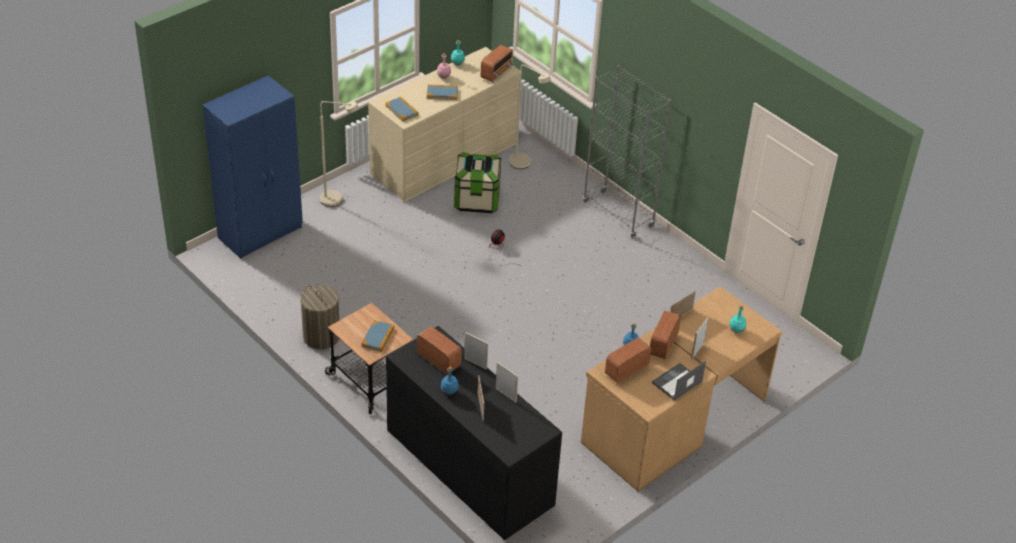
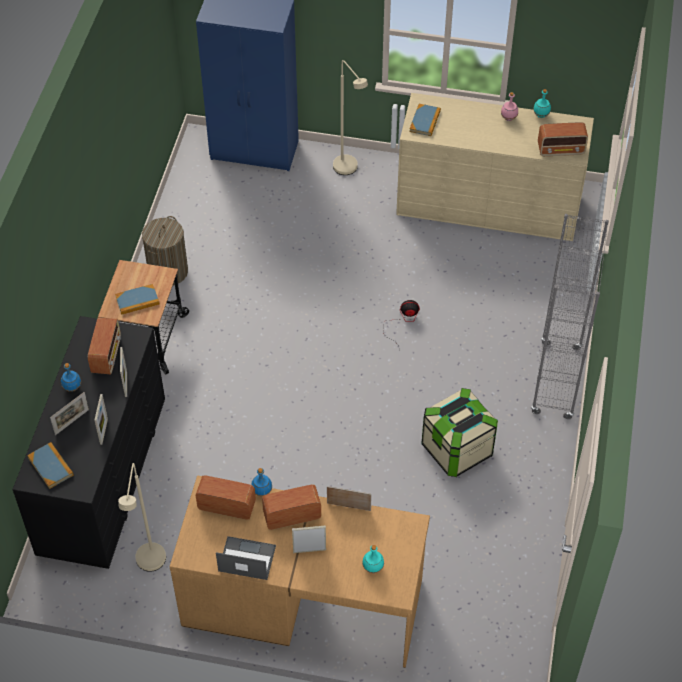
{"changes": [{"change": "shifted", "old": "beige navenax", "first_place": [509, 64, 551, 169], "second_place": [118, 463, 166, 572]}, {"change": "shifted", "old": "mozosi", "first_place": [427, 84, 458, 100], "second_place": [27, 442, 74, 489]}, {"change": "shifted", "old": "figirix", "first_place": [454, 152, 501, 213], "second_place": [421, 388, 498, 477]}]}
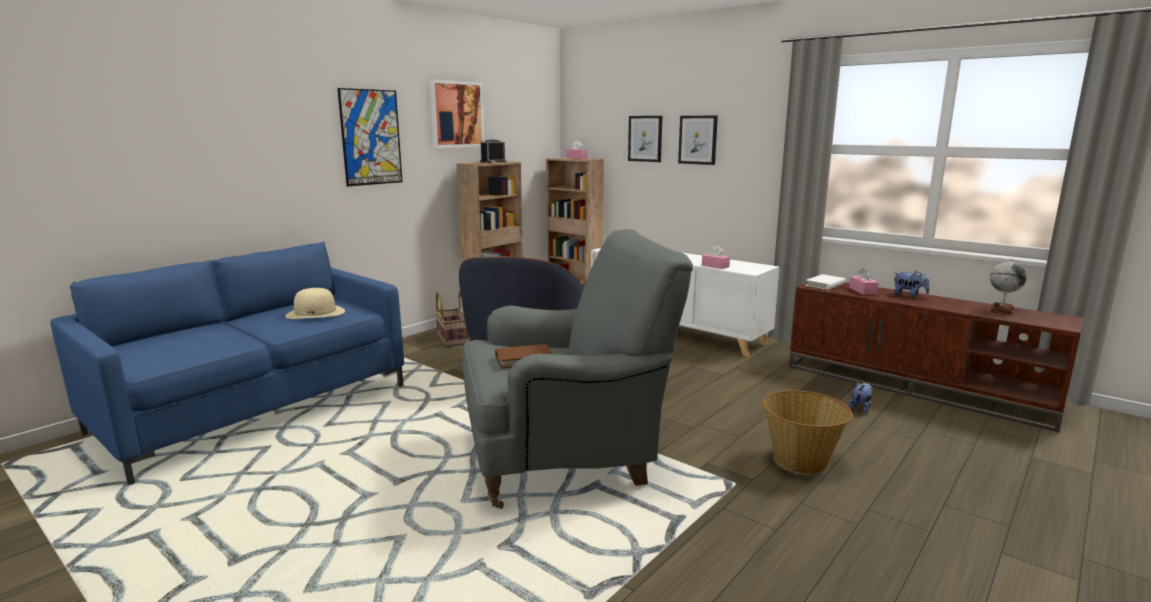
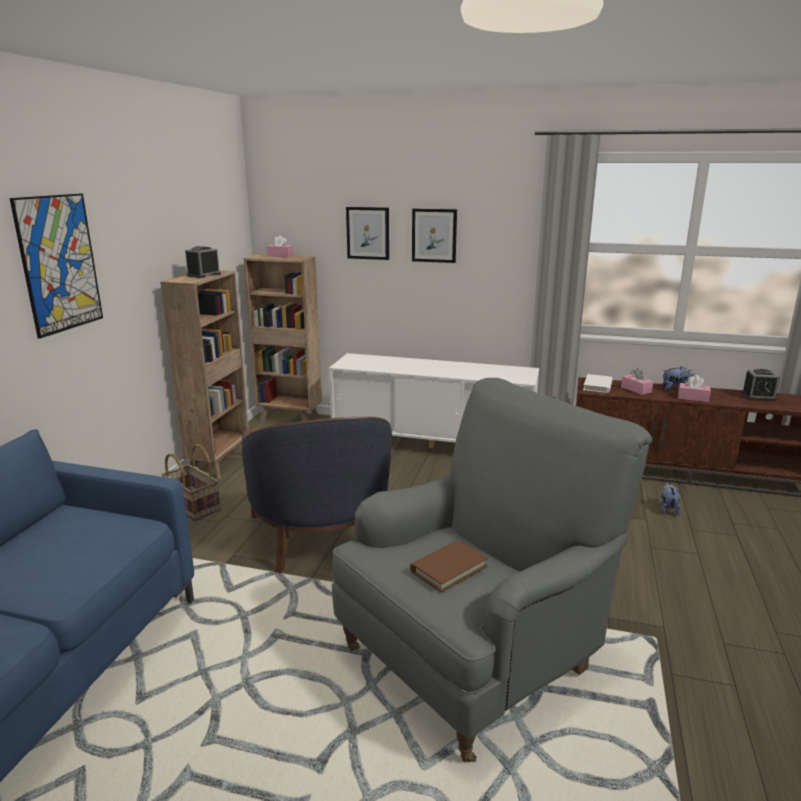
{"changes": [{"change": "gone", "old": "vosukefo", "first_place": [429, 79, 485, 148]}, {"change": "shifted", "old": "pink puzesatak", "first_place": [702, 245, 730, 269], "second_place": [678, 375, 711, 402]}, {"change": "swapped", "old": "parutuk", "new": "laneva", "first_place": [990, 259, 1027, 315], "second_place": [741, 369, 780, 401]}, {"change": "gone", "old": "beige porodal", "first_place": [285, 288, 345, 319]}, {"change": "gone", "old": "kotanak", "first_place": [762, 390, 853, 474]}]}
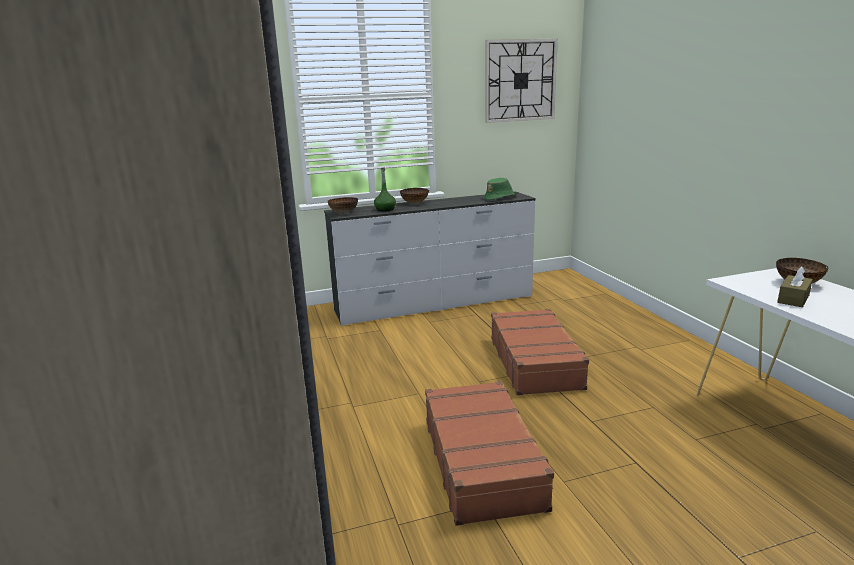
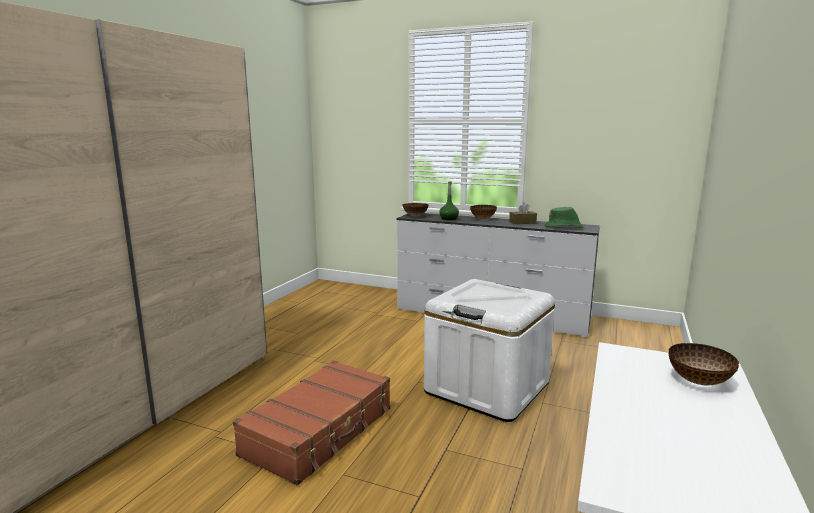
{"changes": [{"change": "gone", "old": "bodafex", "first_place": [485, 39, 558, 123]}, {"change": "shifted", "old": "brown puzesatak", "first_place": [777, 266, 813, 307], "second_place": [509, 203, 537, 224]}, {"change": "swapped", "old": "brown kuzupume", "new": "white figirix", "first_place": [491, 309, 589, 395], "second_place": [424, 279, 555, 422]}]}
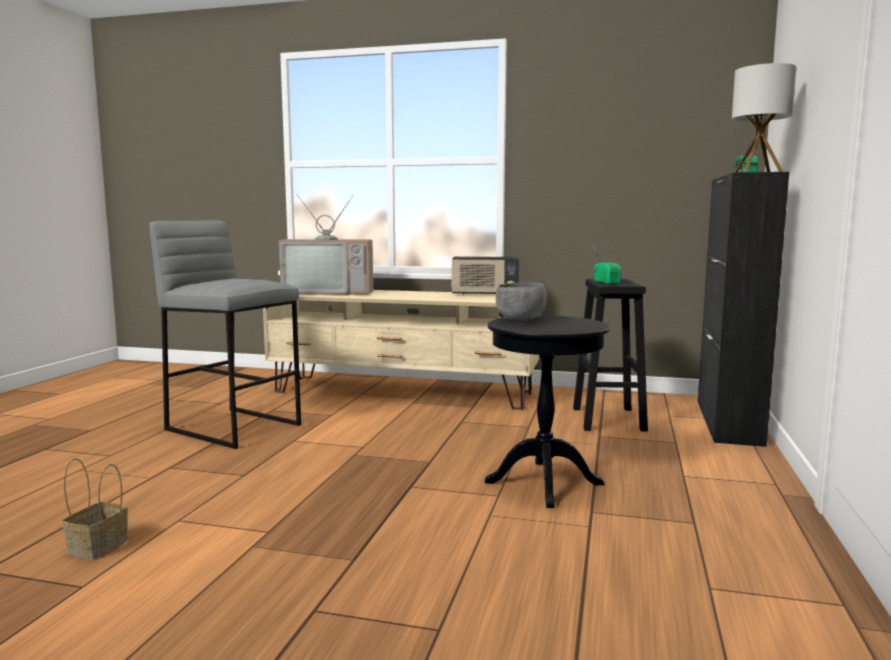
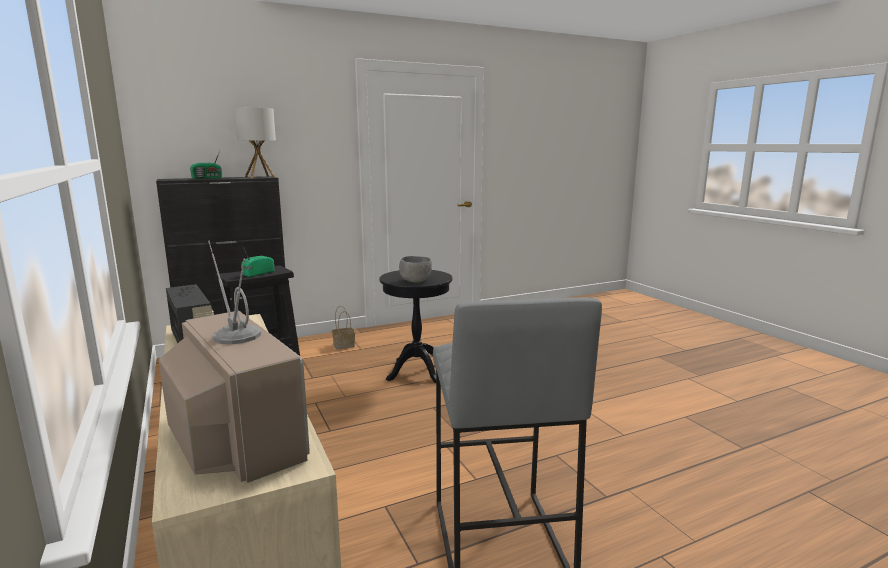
{"changes": [{"change": "shifted", "old": "kotanak", "first_place": [62, 458, 128, 560], "second_place": [332, 306, 355, 349]}]}
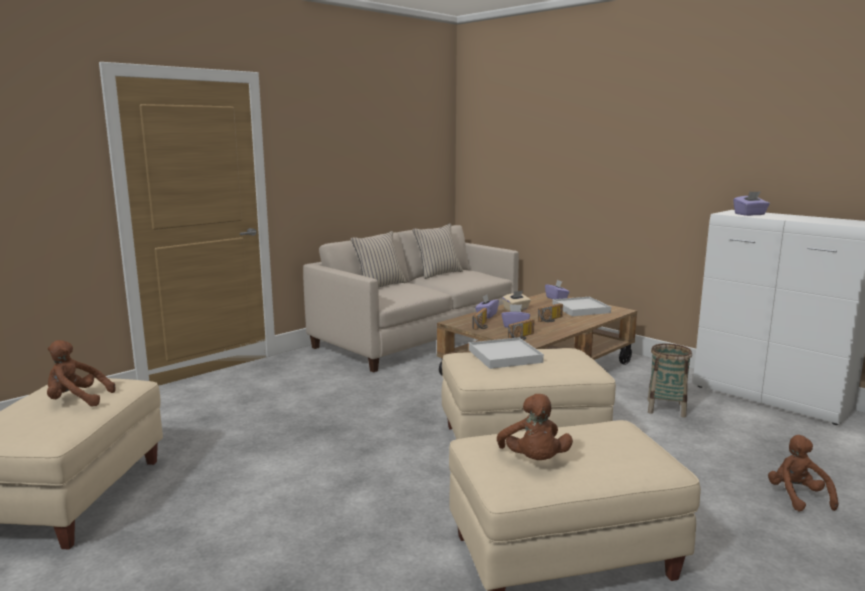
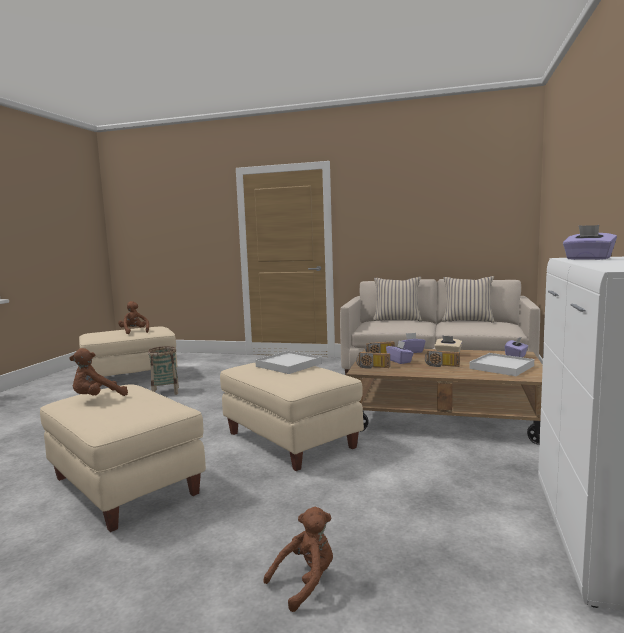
{"changes": [{"change": "shifted", "old": "kotanak", "first_place": [647, 343, 692, 417], "second_place": [148, 346, 179, 395]}]}
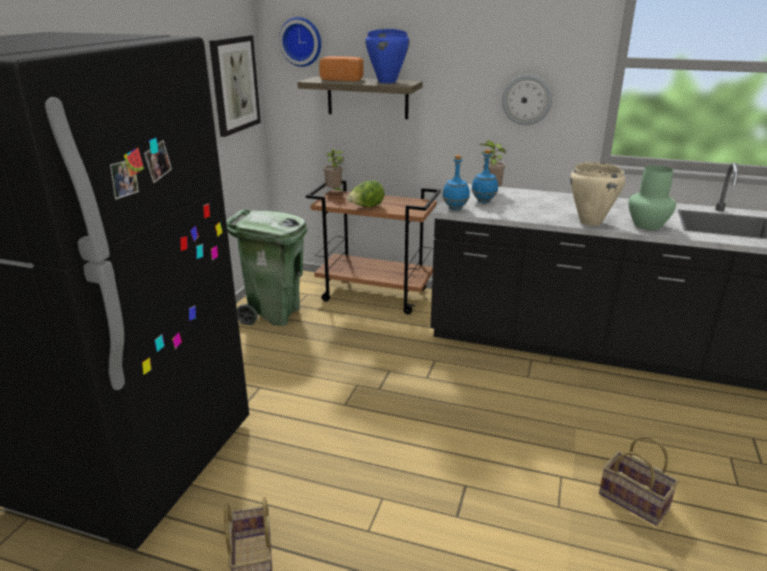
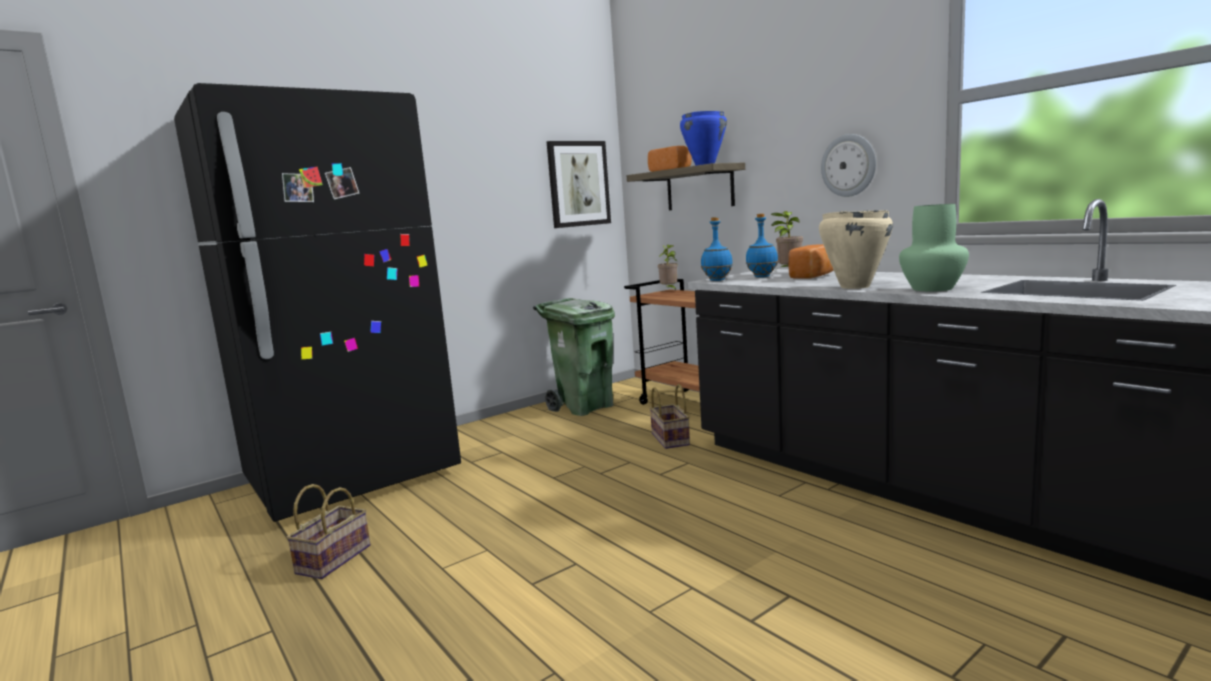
{"changes": [{"change": "gone", "old": "bodafex", "first_place": [279, 17, 321, 67]}, {"change": "gone", "old": "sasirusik", "first_place": [347, 180, 384, 207]}, {"change": "shifted", "old": "kotanak", "first_place": [599, 436, 679, 526], "second_place": [649, 384, 690, 449]}, {"change": "new", "new": "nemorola", "second_place": [788, 244, 833, 278]}]}
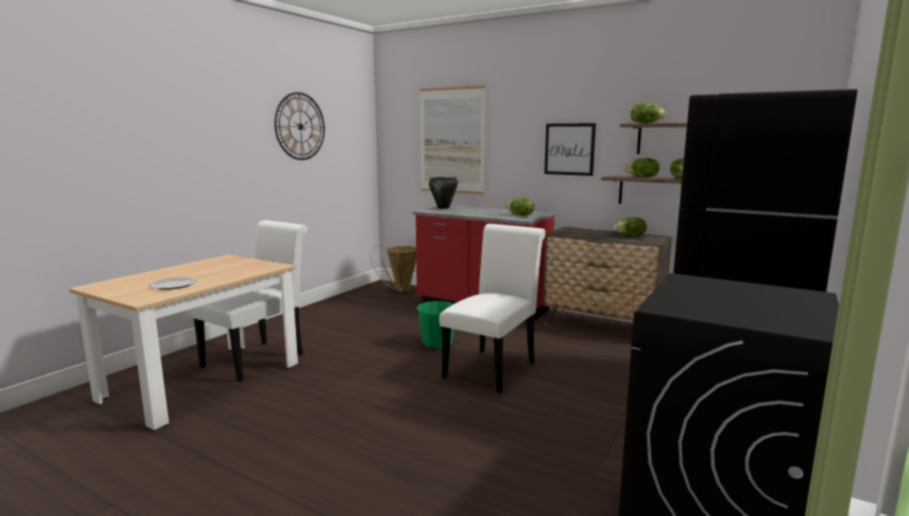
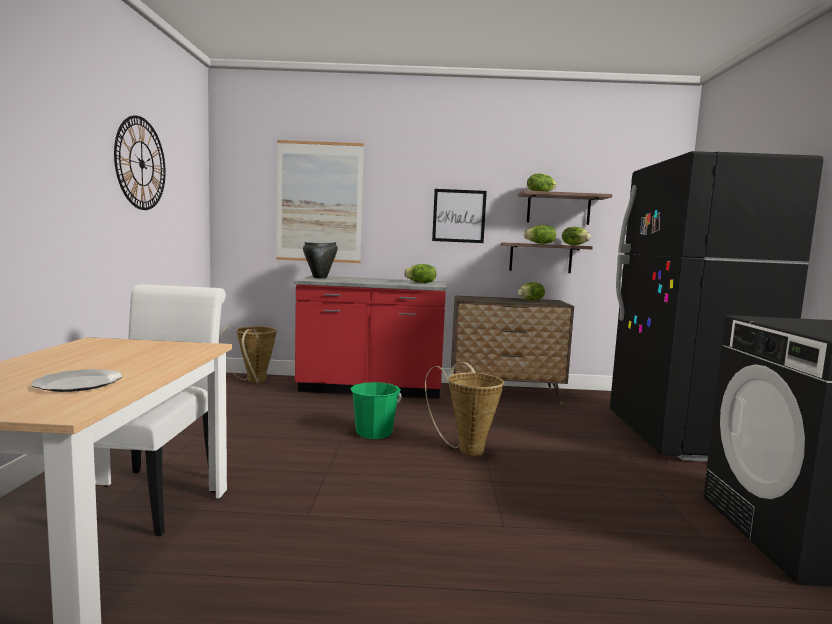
{"changes": [{"change": "swapped", "old": "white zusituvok", "new": "kotanak", "first_place": [439, 224, 546, 393], "second_place": [425, 362, 504, 456]}]}
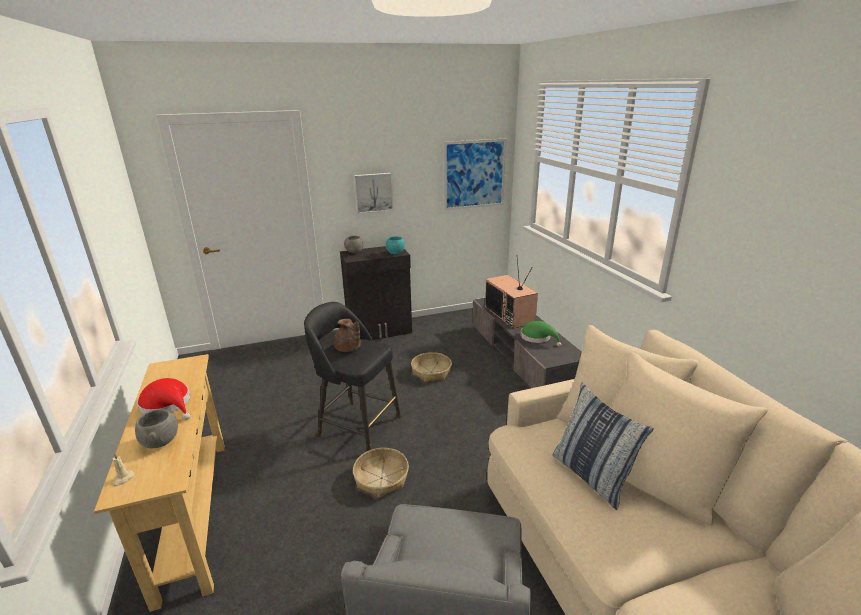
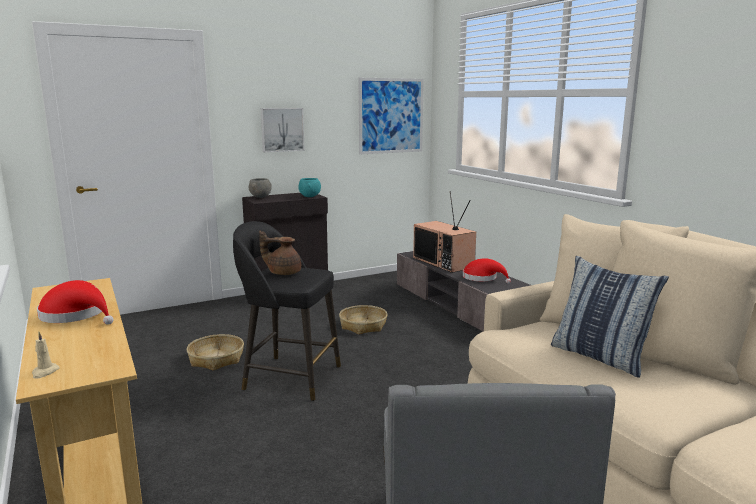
{"changes": [{"change": "rotated", "old": "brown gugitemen", "first_place": [334, 319, 361, 352], "second_place": [259, 231, 301, 275], "degrees": 150}, {"change": "repainted", "old": "green porodal", "new": "red porodal", "first_place": [520, 321, 561, 347], "second_place": [463, 258, 511, 284]}, {"change": "gone", "old": "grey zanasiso", "first_place": [135, 409, 178, 448]}, {"change": "shifted", "old": "kotanak", "first_place": [353, 448, 409, 498], "second_place": [187, 334, 244, 371]}]}
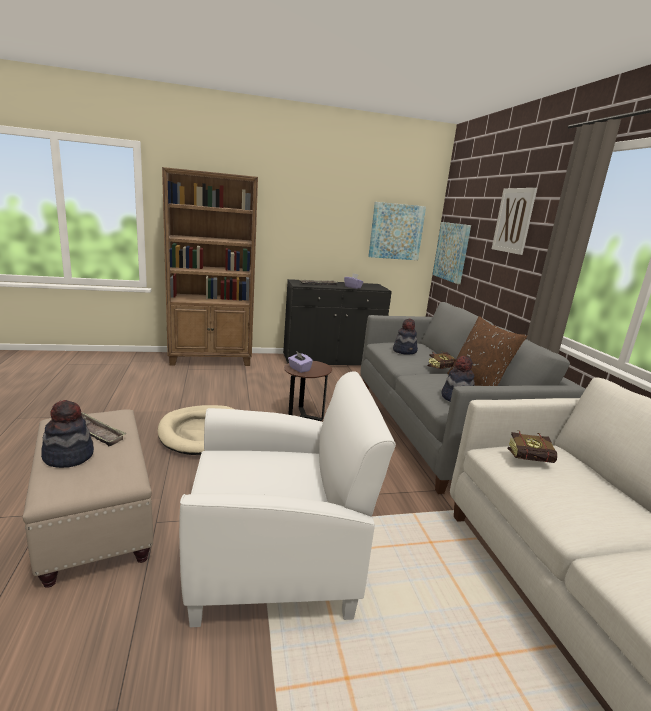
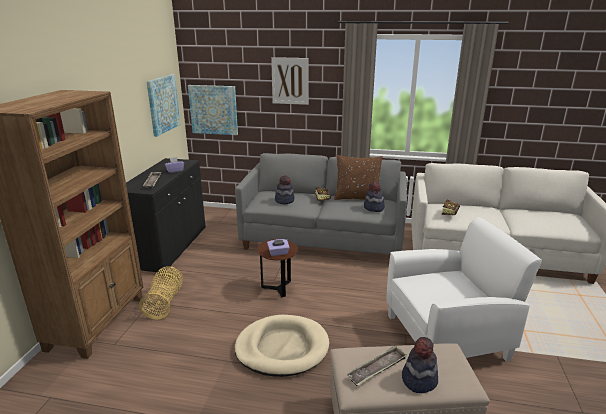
{"changes": [{"change": "rotated", "old": "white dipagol", "first_place": [179, 372, 396, 627], "second_place": [387, 217, 542, 362], "degrees": 60}, {"change": "new", "new": "kotanak", "second_place": [139, 266, 182, 320]}]}
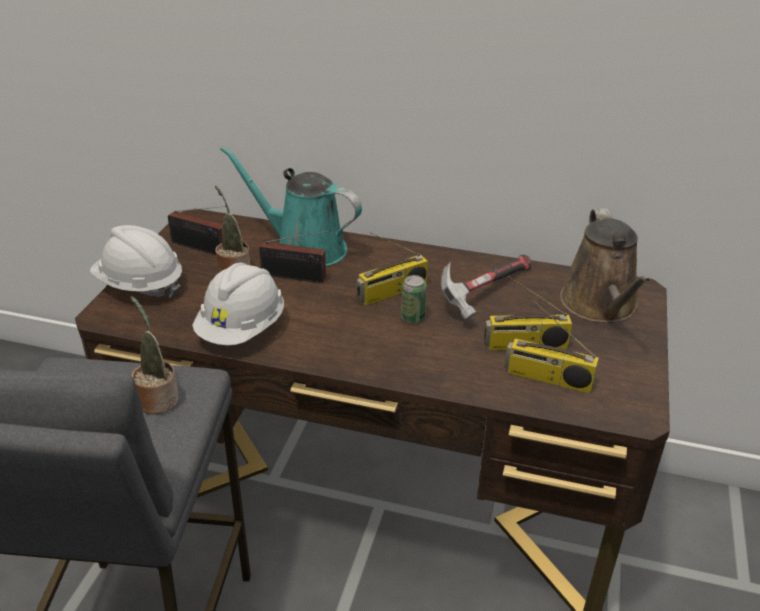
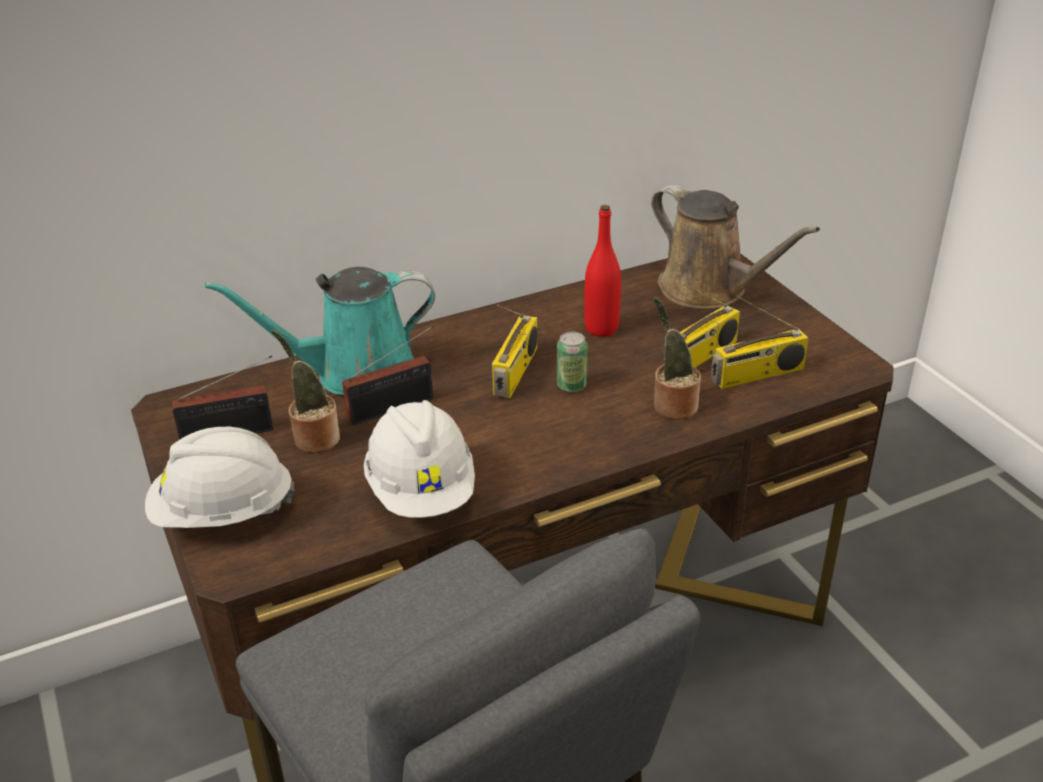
{"changes": [{"change": "swapped", "old": "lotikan", "new": "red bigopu", "first_place": [441, 255, 532, 321], "second_place": [584, 205, 621, 337]}, {"change": "shifted", "old": "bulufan", "first_place": [130, 296, 179, 414], "second_place": [653, 297, 701, 420]}]}
